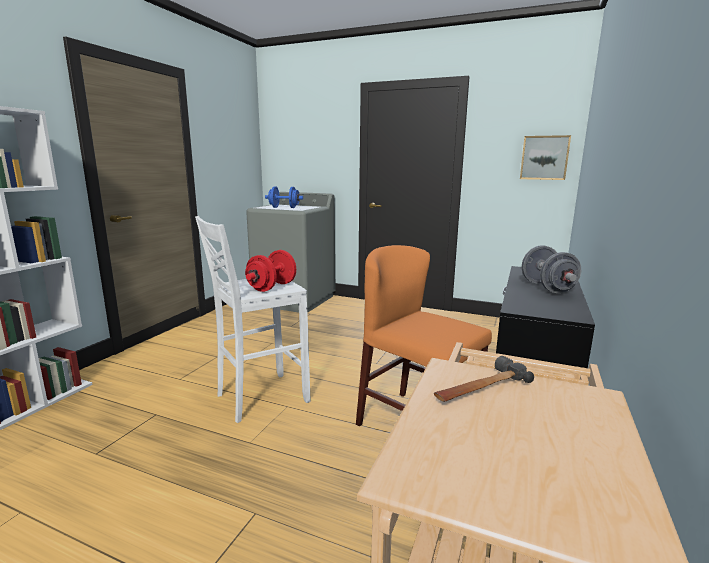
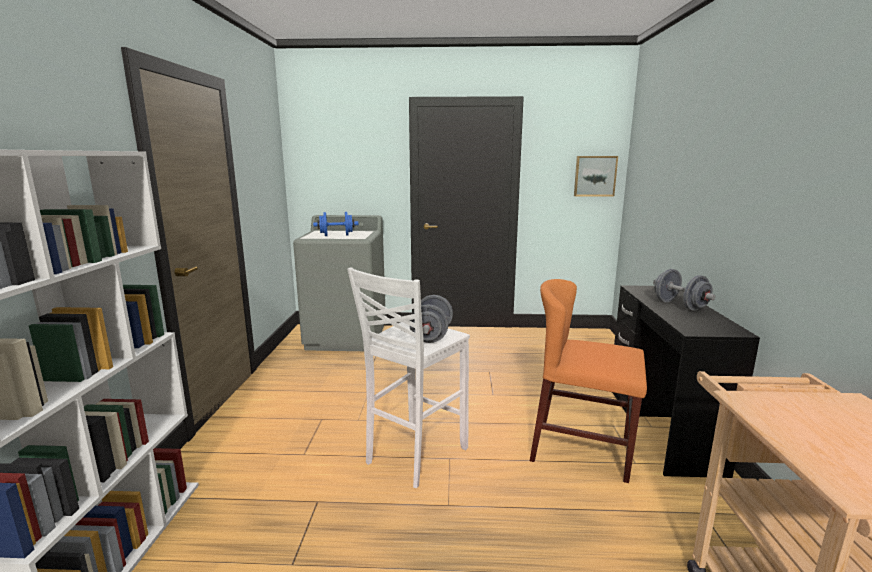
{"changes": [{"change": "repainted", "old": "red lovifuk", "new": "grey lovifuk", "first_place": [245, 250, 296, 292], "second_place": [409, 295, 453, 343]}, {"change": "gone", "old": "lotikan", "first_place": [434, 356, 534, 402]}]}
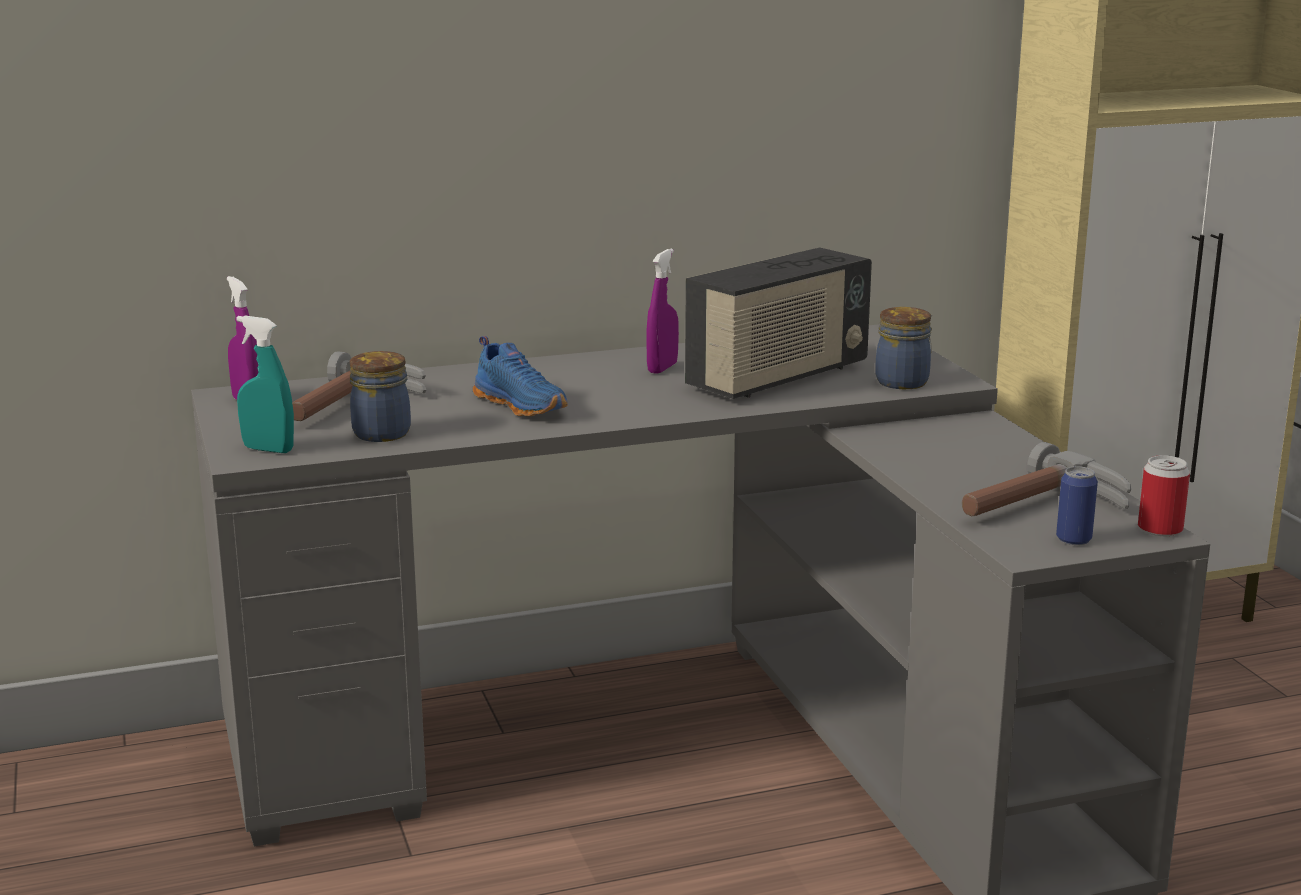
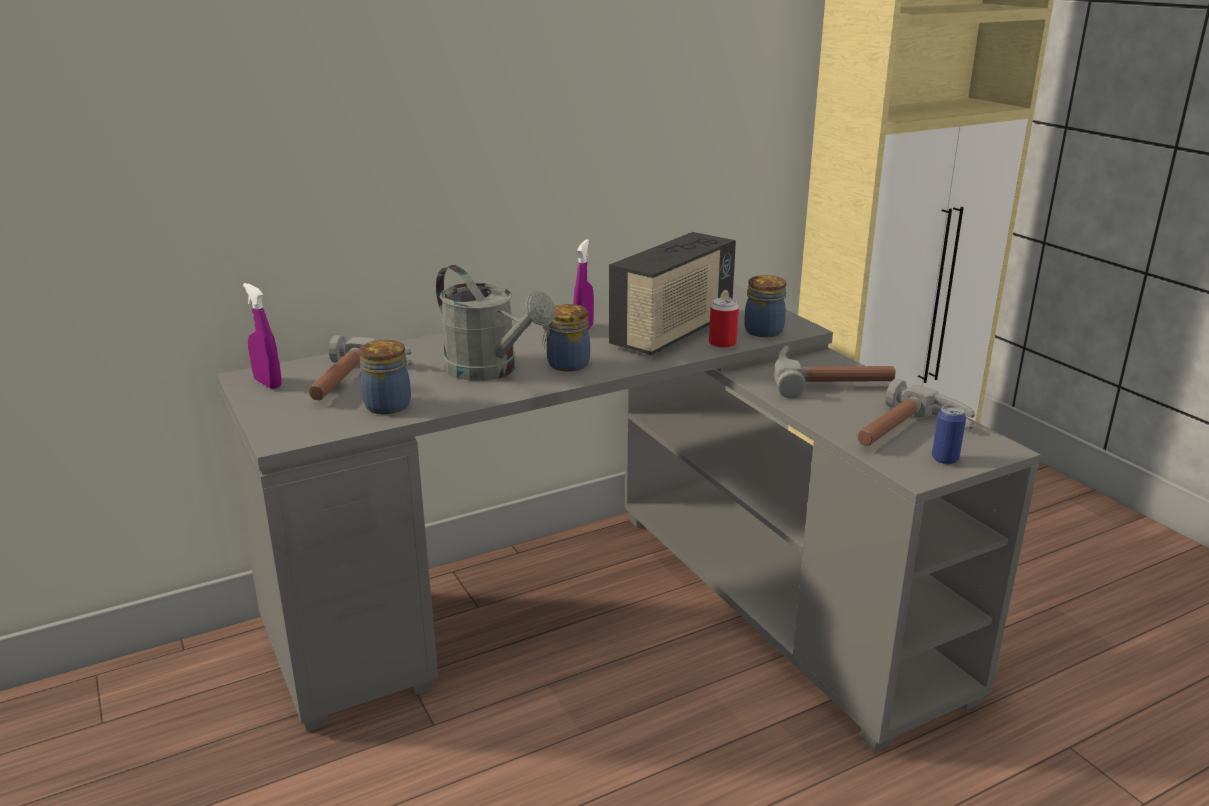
{"changes": [{"change": "gone", "old": "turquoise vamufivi", "first_place": [236, 316, 294, 453]}, {"change": "swapped", "old": "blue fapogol", "new": "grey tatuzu", "first_place": [473, 336, 568, 417], "second_place": [436, 265, 555, 381]}, {"change": "shifted", "old": "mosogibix", "first_place": [1138, 455, 1190, 536], "second_place": [709, 297, 739, 349]}, {"change": "new", "new": "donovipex", "second_place": [542, 304, 590, 372]}, {"change": "new", "new": "lotikan", "second_place": [774, 346, 896, 399]}]}
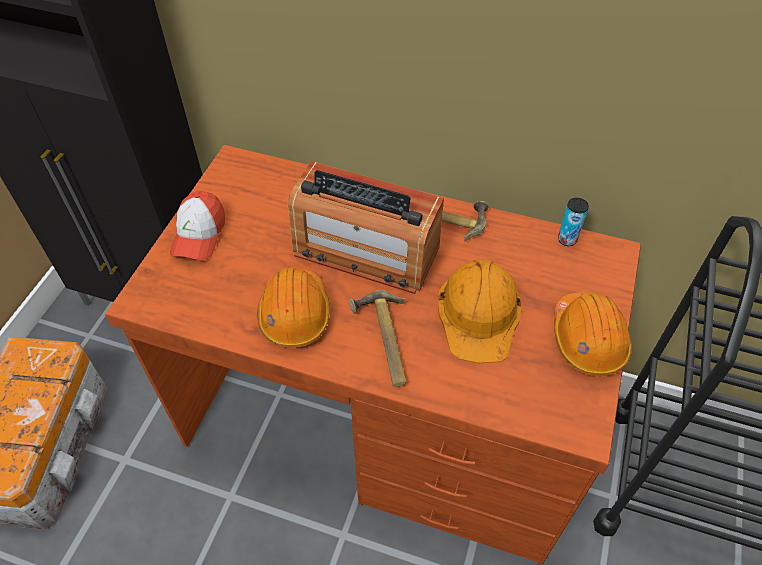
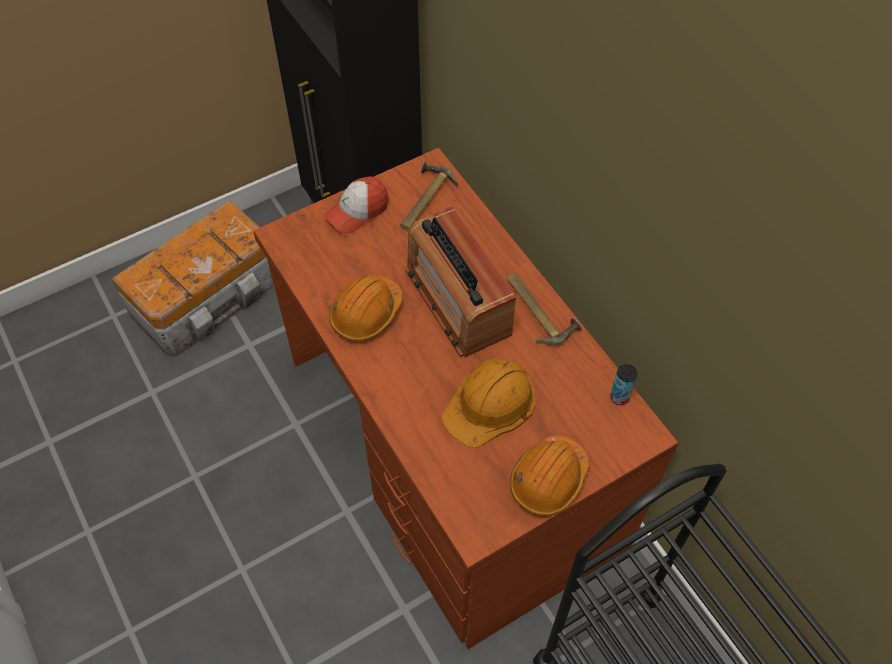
{"changes": [{"change": "shifted", "old": "lotikan", "first_place": [349, 290, 407, 387], "second_place": [400, 161, 458, 230]}]}
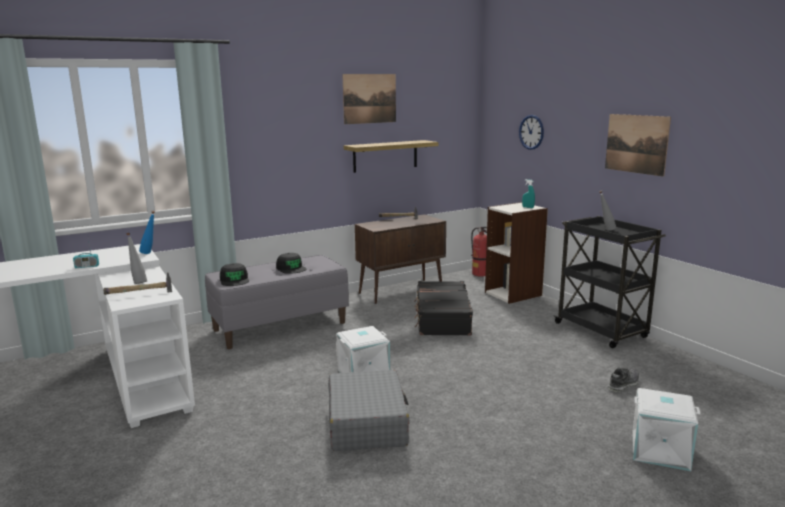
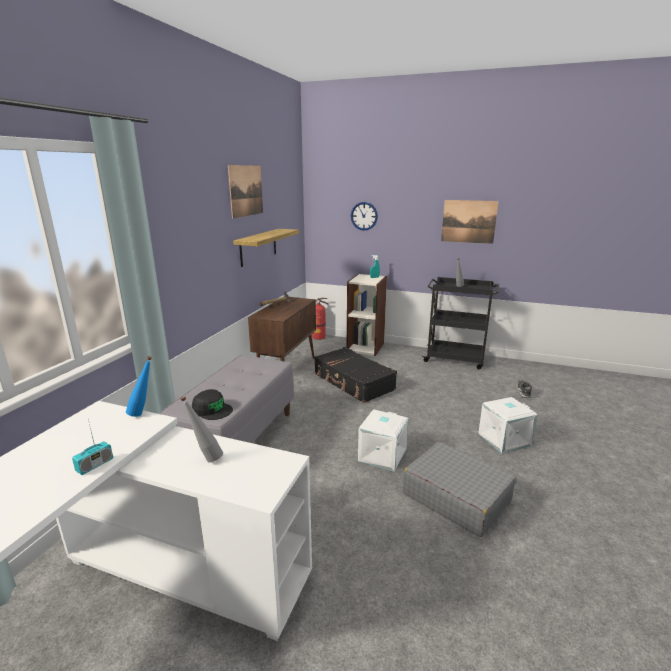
{"changes": [{"change": "gone", "old": "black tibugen", "first_place": [276, 253, 306, 274]}, {"change": "gone", "old": "lotikan", "first_place": [104, 272, 172, 295]}, {"change": "shifted", "old": "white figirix", "first_place": [632, 388, 700, 471], "second_place": [478, 397, 537, 454]}]}
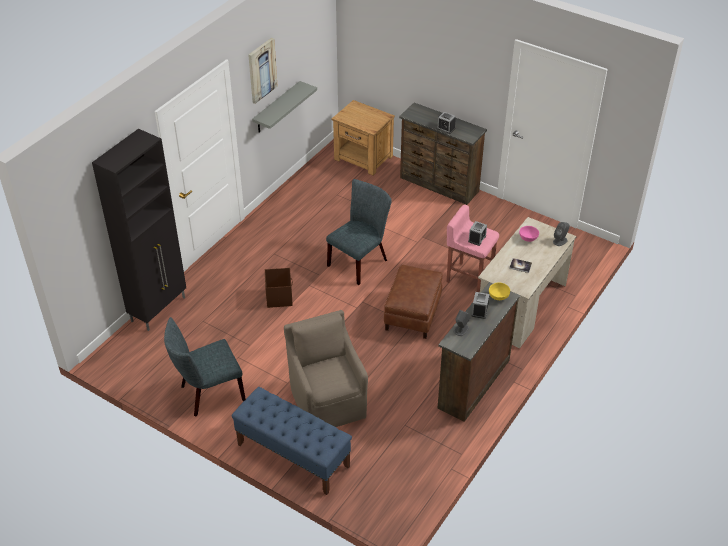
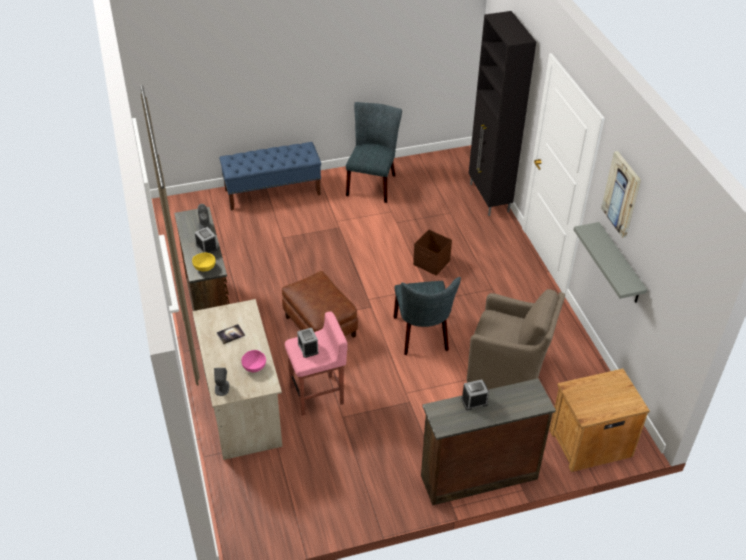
{"changes": [{"change": "shifted", "old": "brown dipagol", "first_place": [284, 310, 368, 427], "second_place": [467, 289, 565, 389]}]}
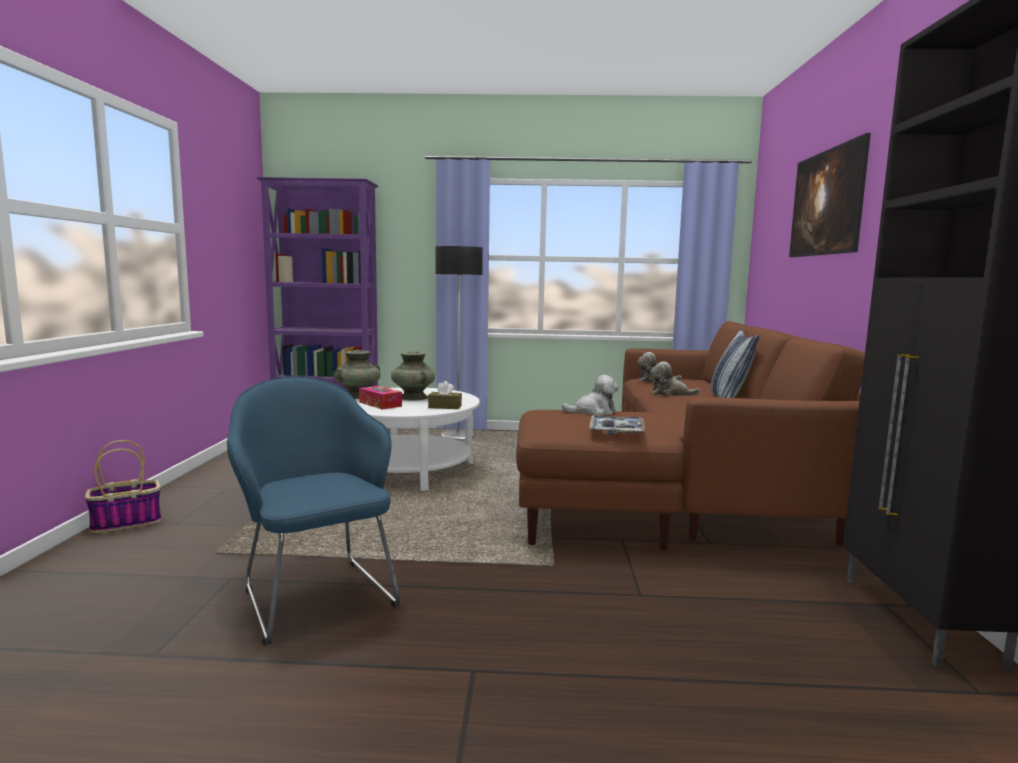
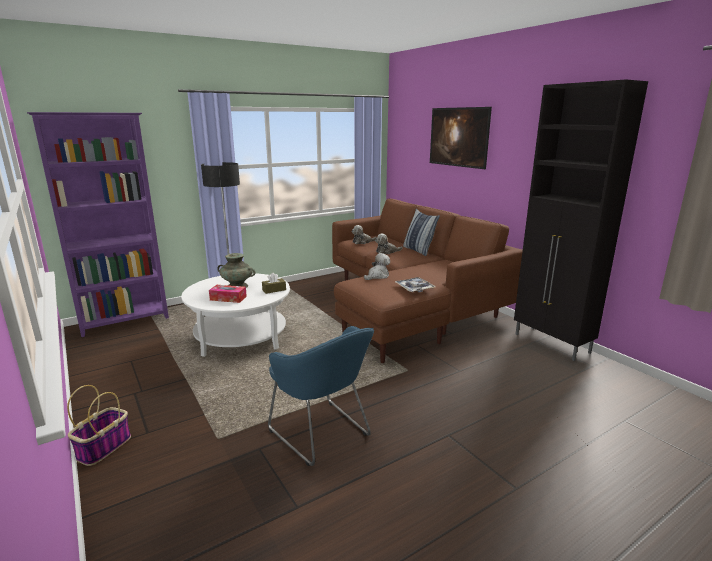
{"changes": [{"change": "gone", "old": "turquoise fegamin", "first_place": [333, 350, 381, 399]}, {"change": "rotated", "old": "blue dipagol", "first_place": [227, 376, 400, 645], "second_place": [268, 326, 374, 466], "degrees": -150}]}
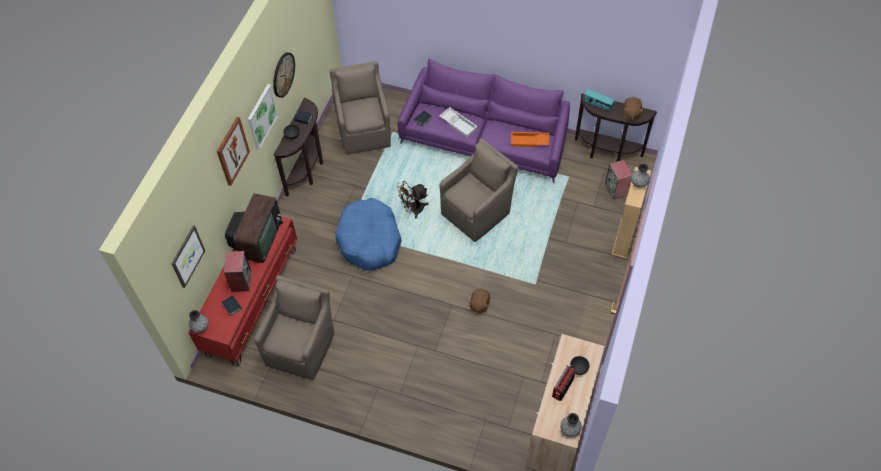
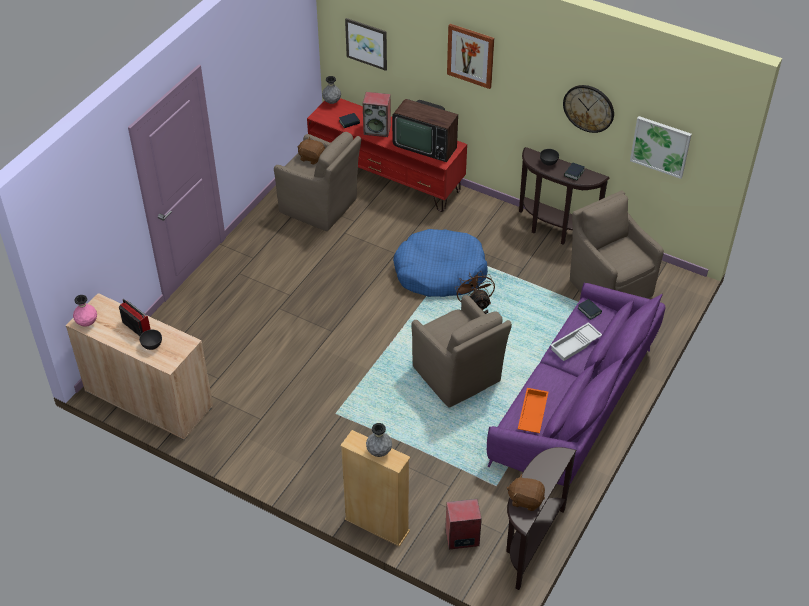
{"changes": [{"change": "rotated", "old": "brown dipagol", "first_place": [330, 61, 391, 155], "second_place": [570, 190, 664, 298], "degrees": -120}, {"change": "shifted", "old": "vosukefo", "first_place": [248, 84, 278, 150], "second_place": [630, 116, 692, 179]}, {"change": "gone", "old": "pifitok", "first_place": [585, 89, 615, 111]}, {"change": "shifted", "old": "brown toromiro", "first_place": [469, 289, 490, 314], "second_place": [298, 137, 325, 165]}, {"change": "repainted", "old": "grey fegamin", "new": "pink fegamin", "first_place": [560, 413, 582, 437], "second_place": [73, 295, 97, 327]}]}
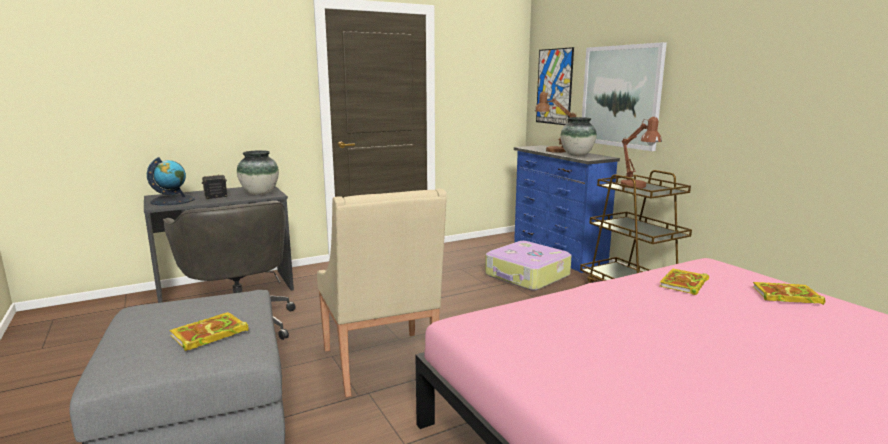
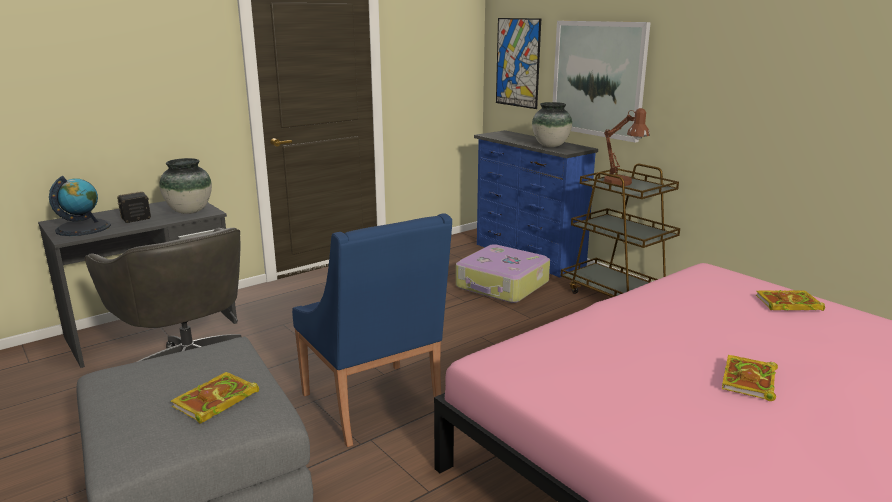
{"changes": [{"change": "gone", "old": "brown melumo", "first_place": [535, 92, 577, 153]}, {"change": "repainted", "old": "beige dipagol", "new": "blue dipagol", "first_place": [317, 189, 447, 397], "second_place": [292, 213, 452, 447]}, {"change": "shifted", "old": "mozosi", "first_place": [660, 268, 709, 295], "second_place": [721, 355, 778, 401]}]}
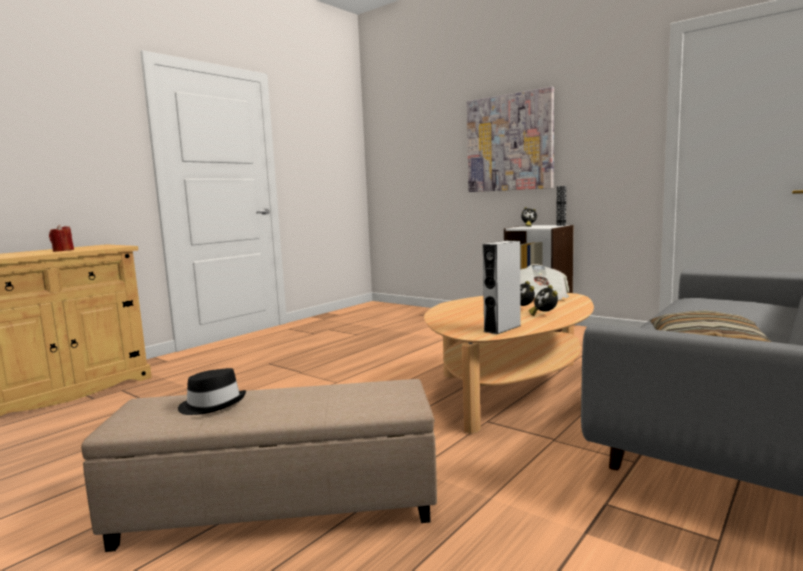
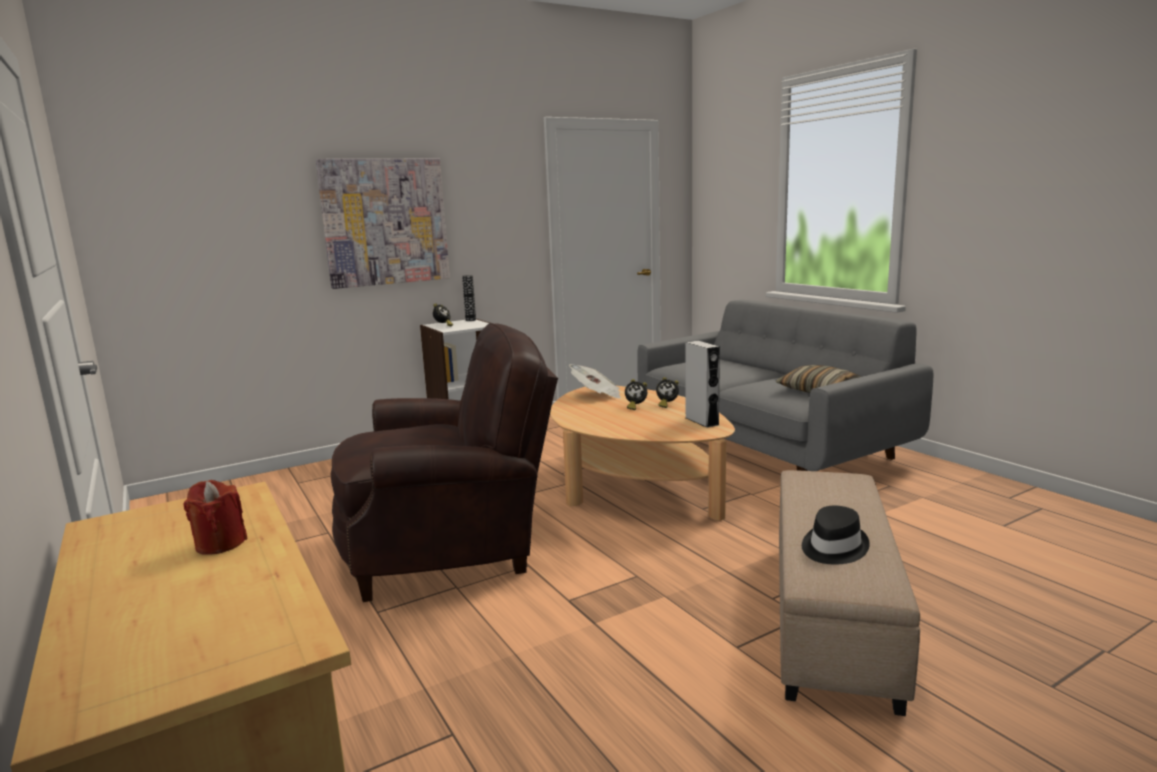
{"changes": [{"change": "new", "new": "brown dipagol", "second_place": [331, 323, 558, 602]}]}
